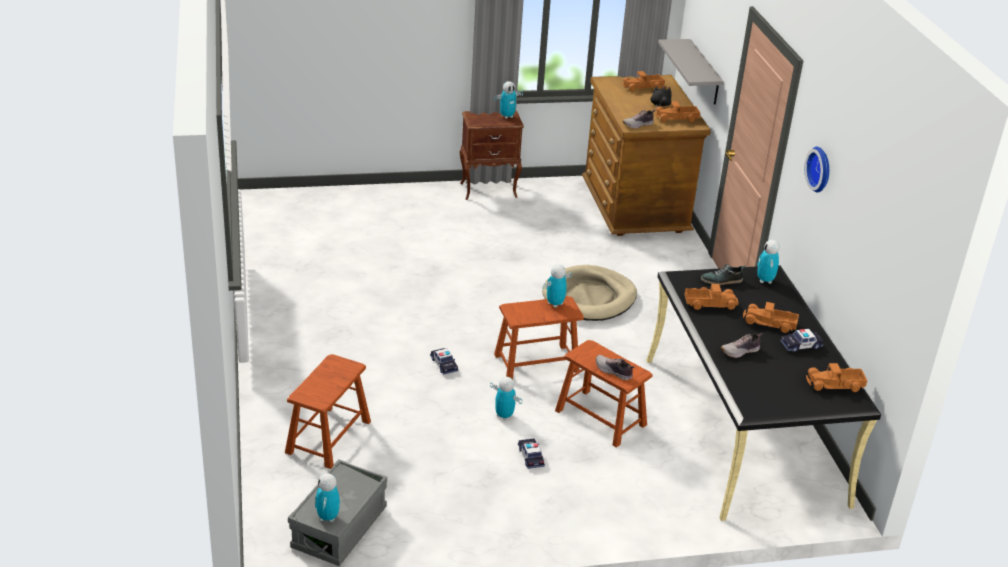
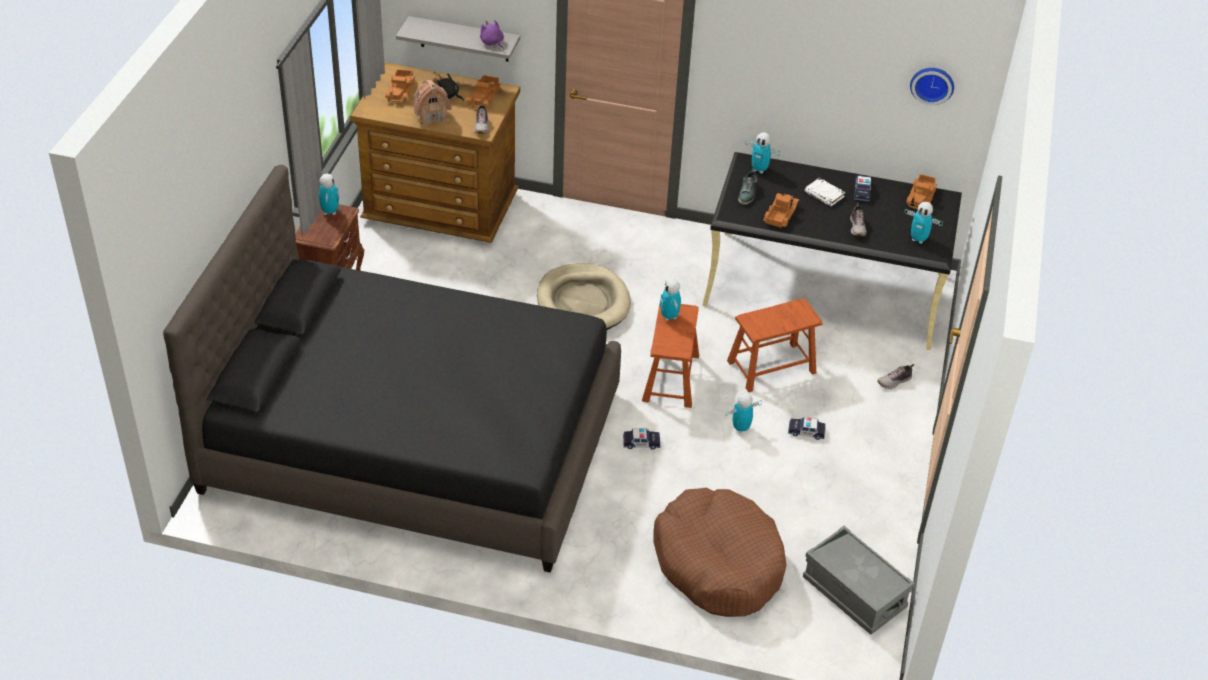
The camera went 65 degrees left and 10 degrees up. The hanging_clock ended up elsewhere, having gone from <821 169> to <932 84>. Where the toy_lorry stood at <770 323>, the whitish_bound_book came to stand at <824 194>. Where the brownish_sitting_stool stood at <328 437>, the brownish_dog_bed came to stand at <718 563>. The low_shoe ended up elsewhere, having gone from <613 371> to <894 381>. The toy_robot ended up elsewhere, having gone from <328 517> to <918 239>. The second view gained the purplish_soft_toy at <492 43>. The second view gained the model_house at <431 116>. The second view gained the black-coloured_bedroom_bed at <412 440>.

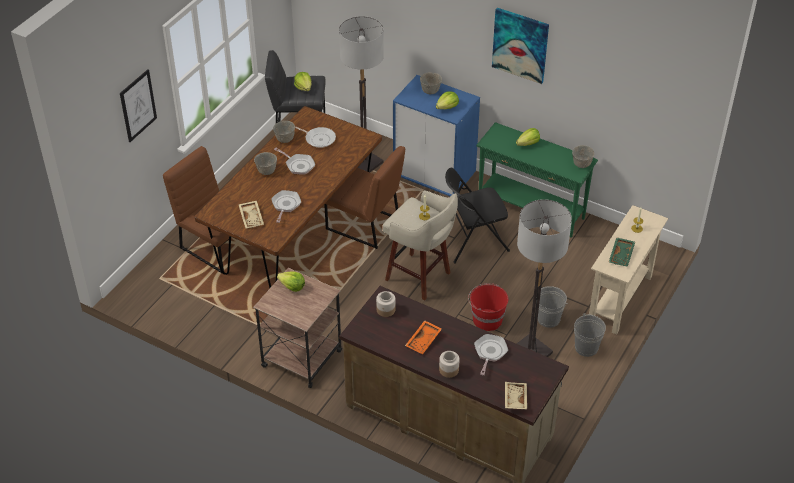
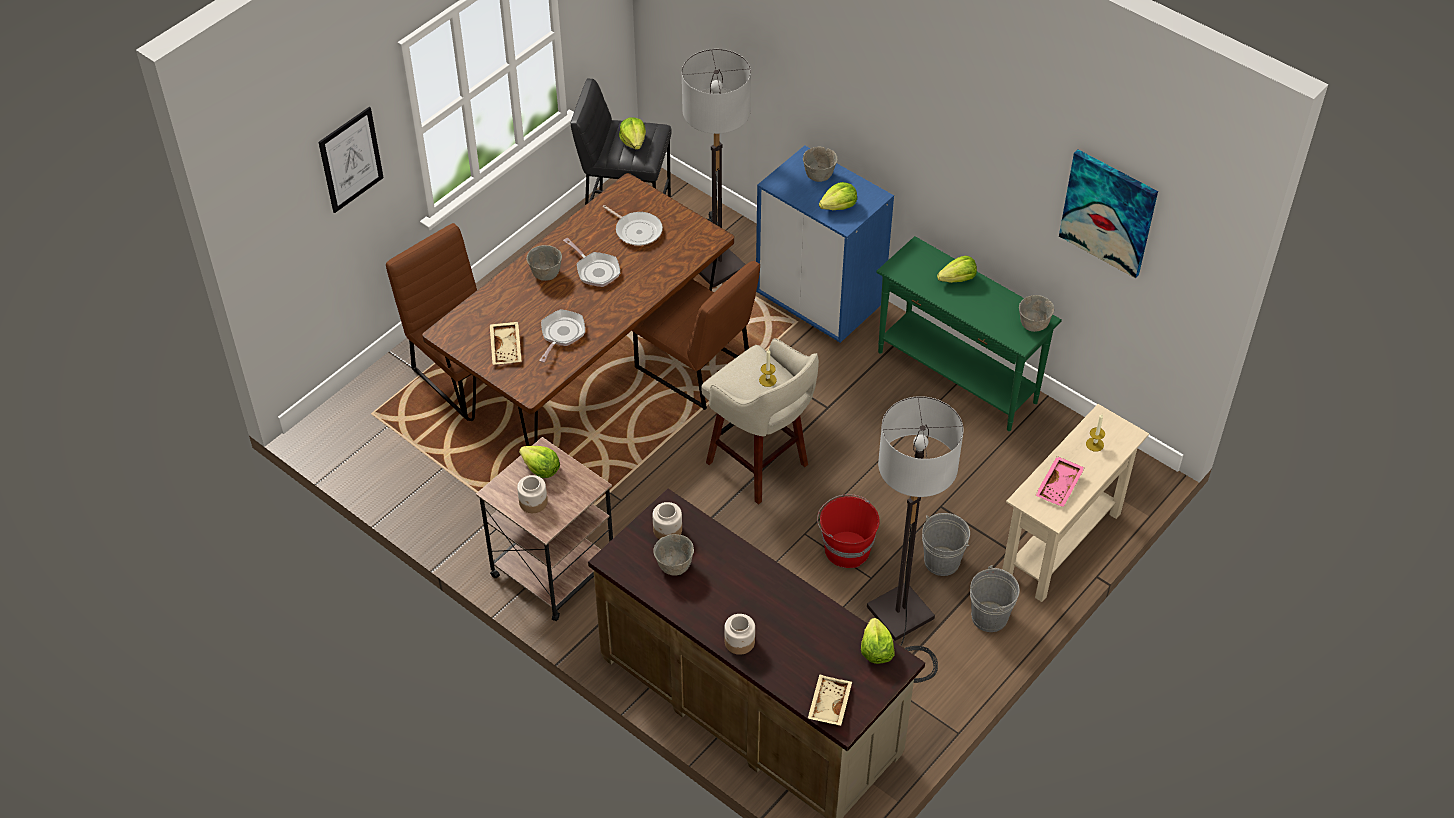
The camera went 10 degrees right and 5 degrees up. The wall_picture ended up elsewhere, having gone from <520 45> to <1108 212>. The grey_deep_dish ended up elsewhere, having gone from <285 139> to <674 567>. The second view lost the black-coloured_plain_chair at <473 240>. What was the greenish_carrying_tray at <622 255> turned into the pinkish_carrying_tray at <1060 486>. The second view lost the orange-coloured_carrying_tray at <424 341>. The second view lost the skillet at <490 352>. The second view gained the jar at <533 502>. The second view gained the head_of_lettuce at <876 650>.

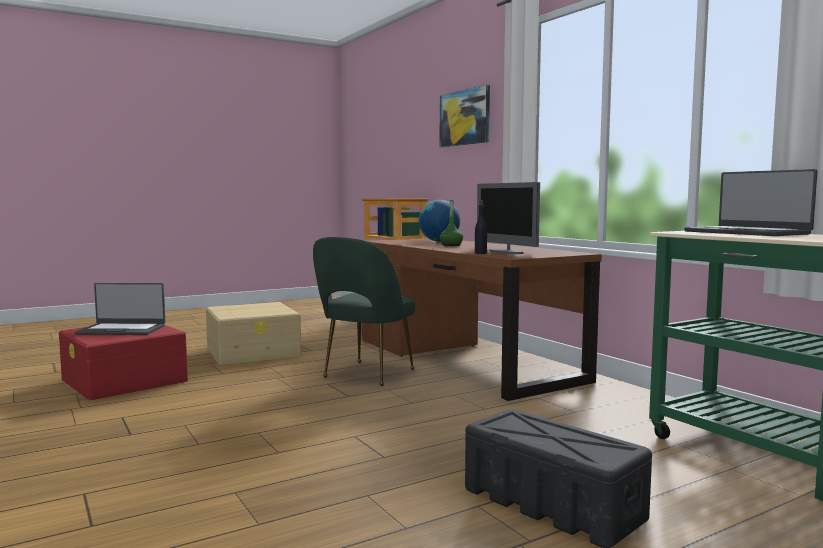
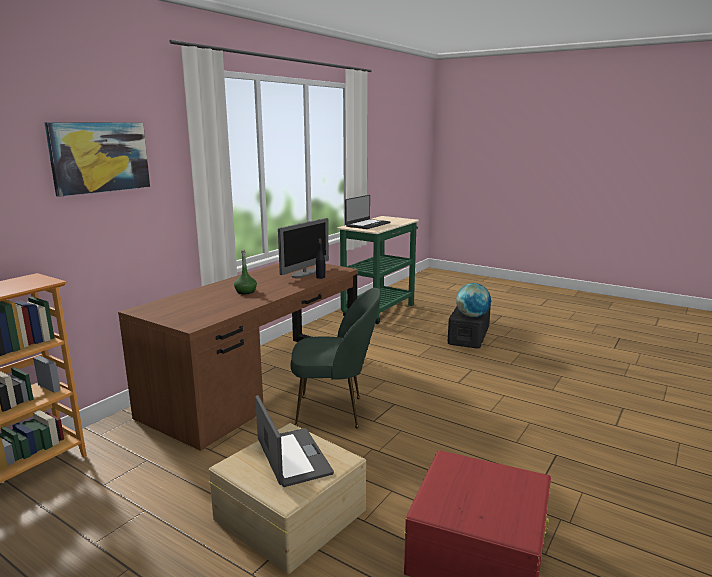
The camera went 115 degrees left and 10 degrees up. The globe ended up elsewhere, having gone from <439 241> to <472 316>. The notebook_computer ended up elsewhere, having gone from <122 330> to <292 457>.

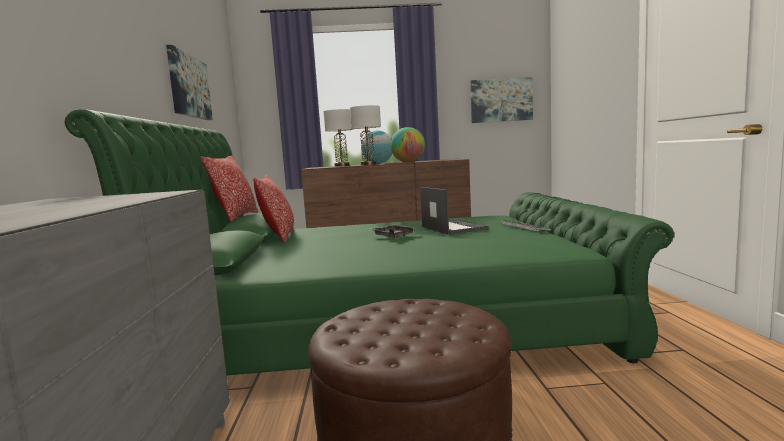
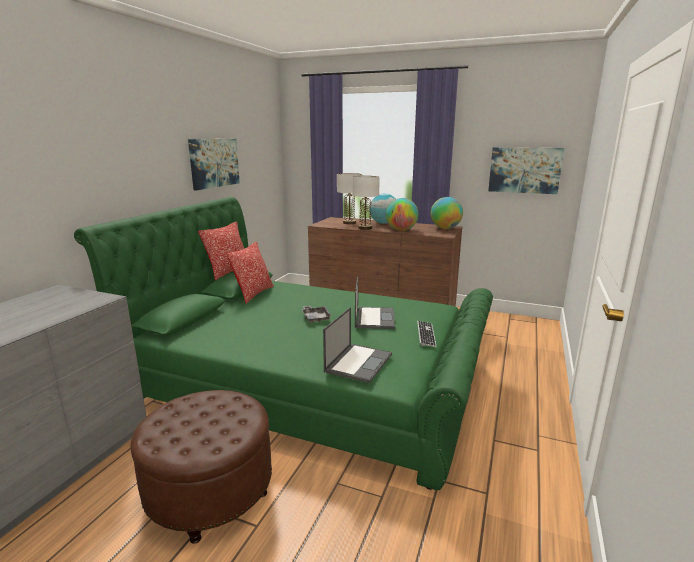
The camera went 25 degrees right and 10 degrees up. The second view gained the globe at <445 228>. The second view gained the notebook_computer at <358 362>.

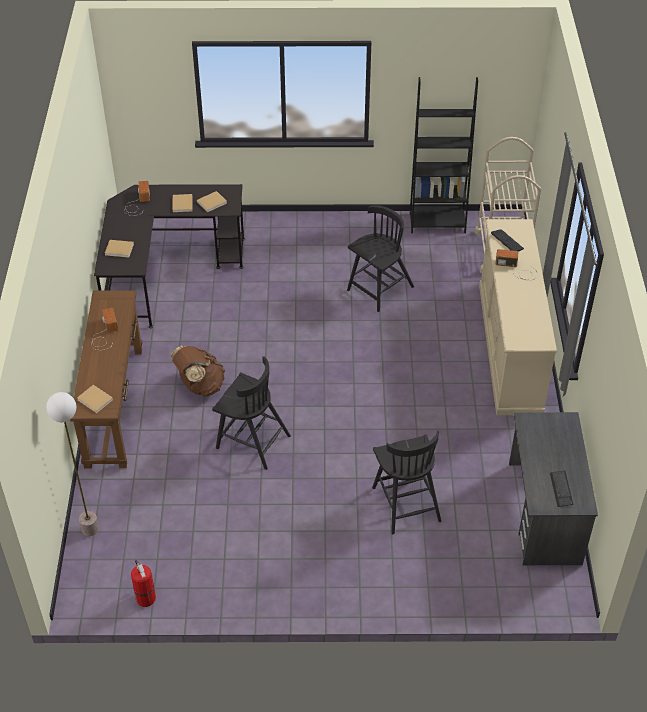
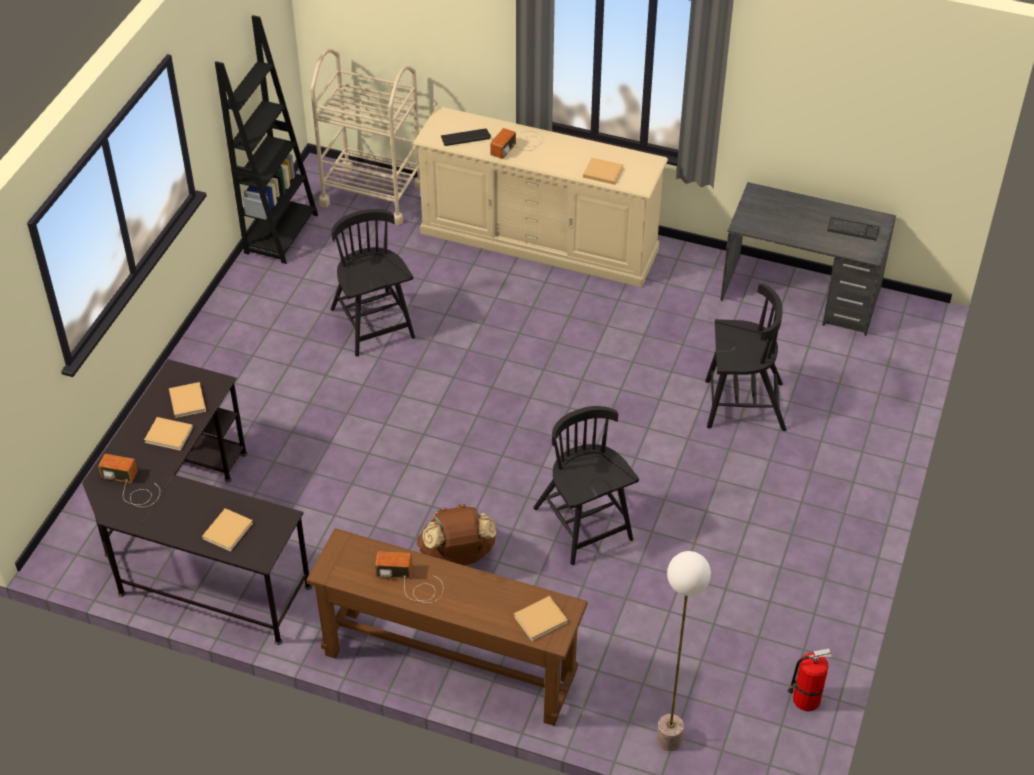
The camera went 70 degrees left and 0 degrees up. The black-coloured_plain_chair at <251 441> ended up facing another way, 75 degrees counterclockwise from before. The second view gained the sand-coloured_bound_book at <602 172>.

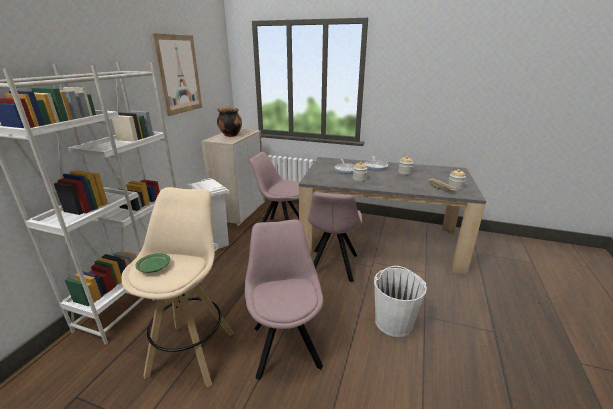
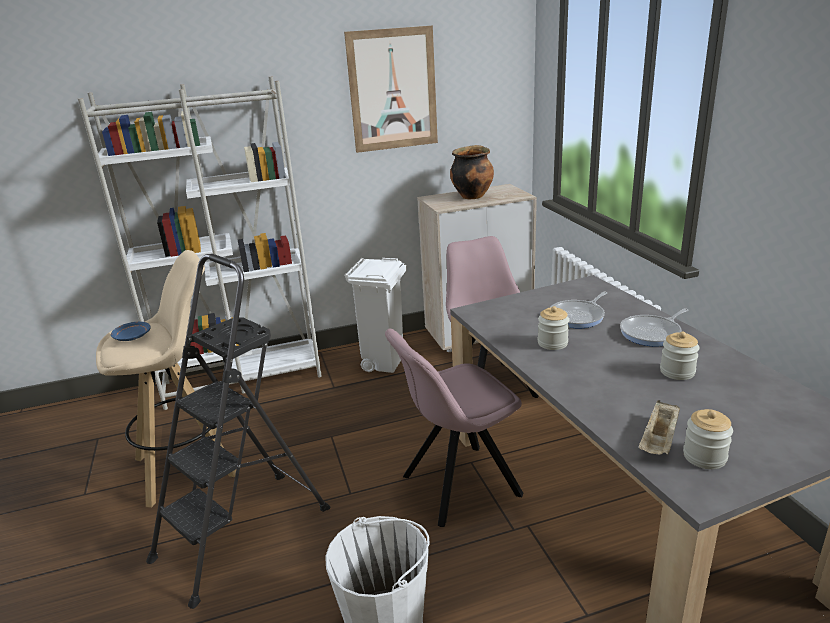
The camera went 55 degrees right and 0 degrees up. Where the pinkish_plain_chair stood at <285 346>, the stepladder came to stand at <244 531>. What was the greenish_dinner_plate at <153 267> turned into the bluish_dinner_plate at <132 337>.

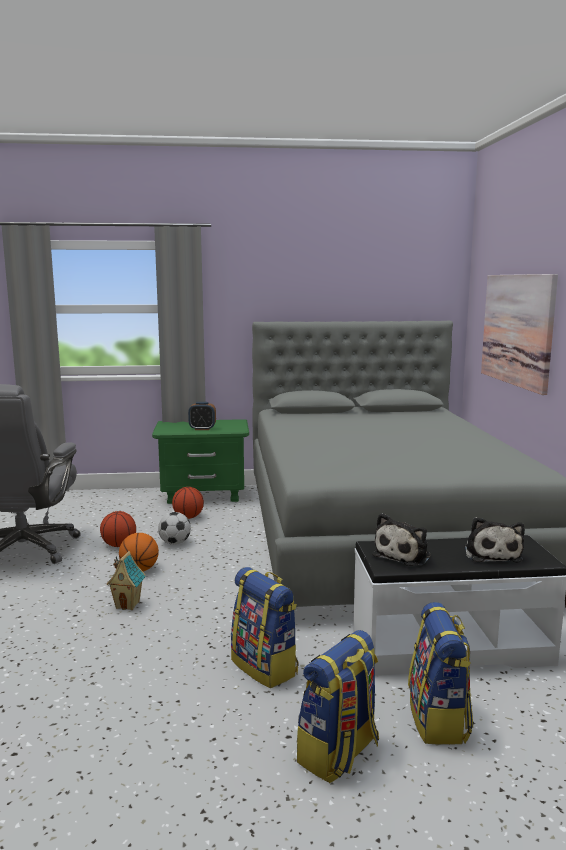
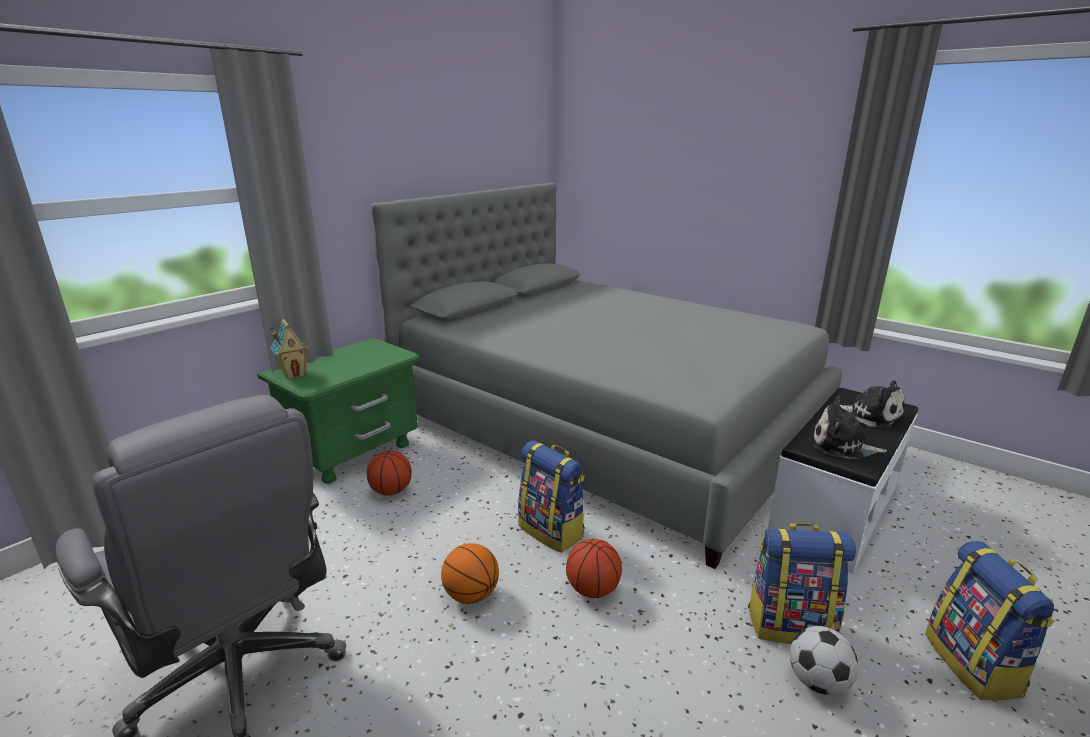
The camera went 45 degrees left and 10 degrees up. The second view lost the wall_picture at <517 329>. The second view lost the table_clock at <202 429>. The basketball_ball ended up elsewhere, having gone from <119 545> to <592 590>. The football ended up elsewhere, having gone from <175 543> to <817 682>. The soft_toy at <404 555> ended up facing another way, 120 degrees clockwise from before. The model_house ended up elsewhere, having gone from <128 605> to <294 374>. The backpack ended up elsewhere, having gone from <439 720> to <552 531>.

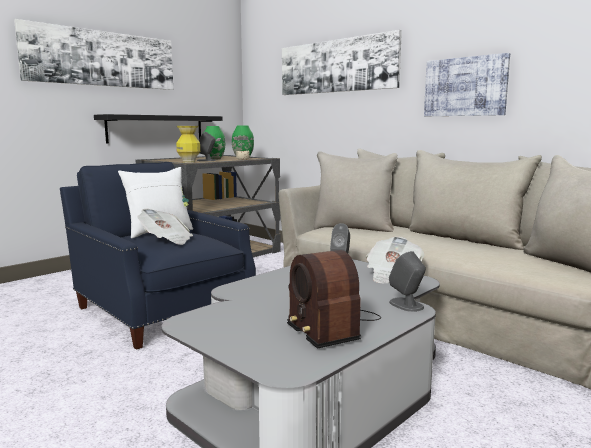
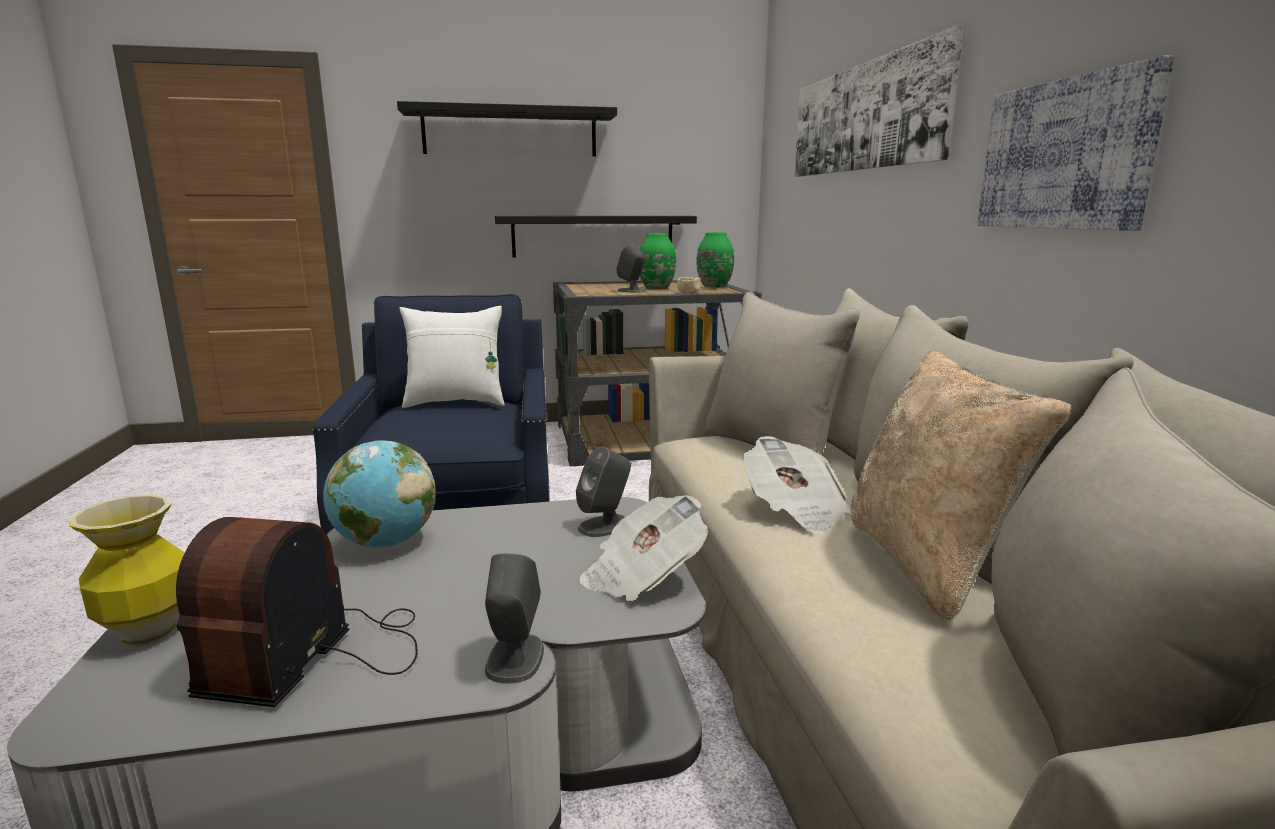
The camera went 35 degrees right and 5 degrees up. Where the wall_picture hung at <102 59>, the black-coloured_wall_shelf came to hang at <510 133>. The vase ended up elsewhere, having gone from <189 162> to <148 633>. The newspaper ended up elsewhere, having gone from <166 240> to <795 510>. The second view gained the sand-coloured_pillow at <923 570>. The second view gained the globe at <385 543>.

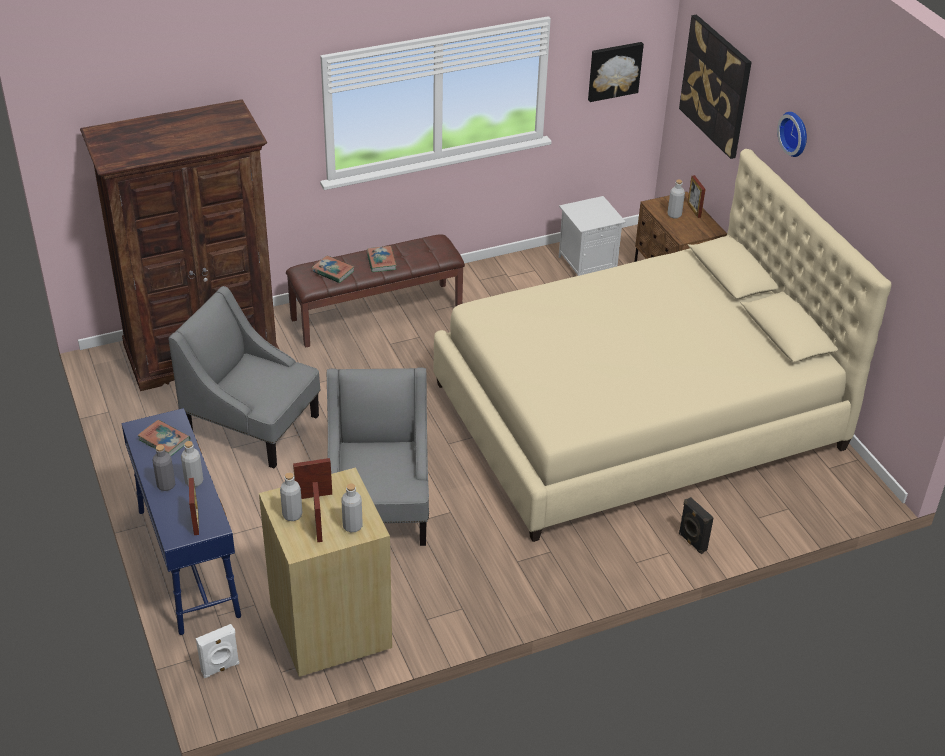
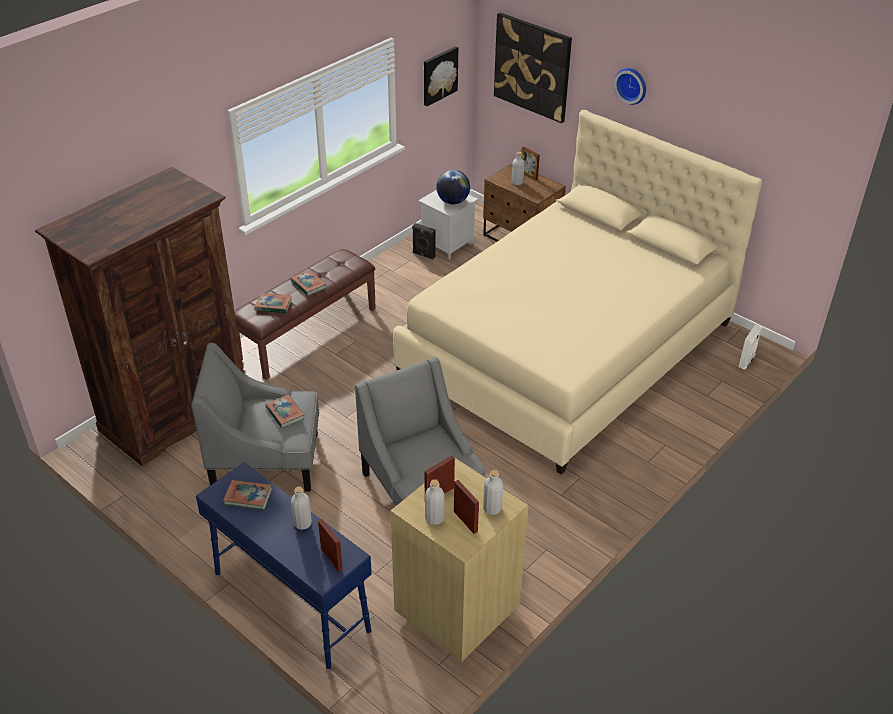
The camera went 25 degrees left and 0 degrees up. The second view lost the grey_bottle at <166 485>. The black-coloured_audio_speaker ended up elsewhere, having gone from <691 542> to <423 255>. The whitish_audio_speaker ended up elsewhere, having gone from <220 668> to <747 361>. The second view gained the globe at <453 201>. The second view gained the bound_book at <285 413>.

